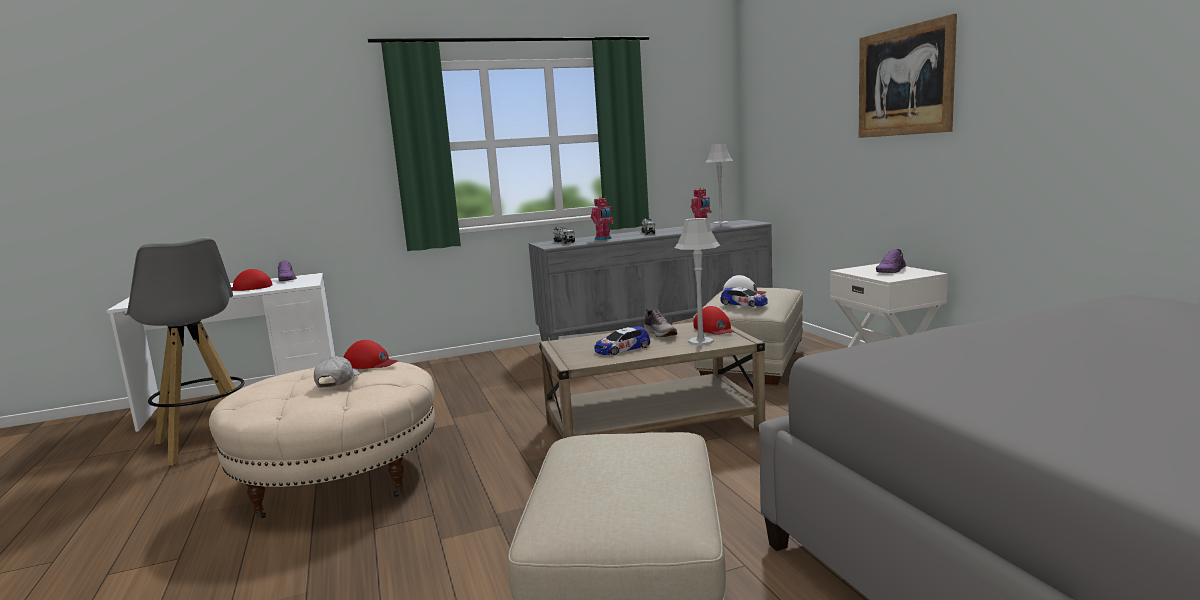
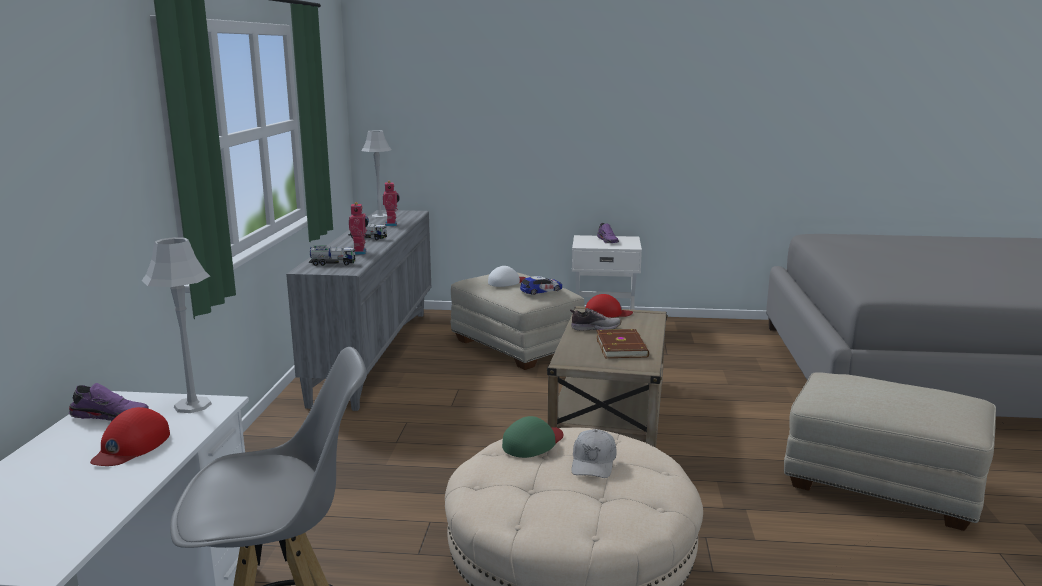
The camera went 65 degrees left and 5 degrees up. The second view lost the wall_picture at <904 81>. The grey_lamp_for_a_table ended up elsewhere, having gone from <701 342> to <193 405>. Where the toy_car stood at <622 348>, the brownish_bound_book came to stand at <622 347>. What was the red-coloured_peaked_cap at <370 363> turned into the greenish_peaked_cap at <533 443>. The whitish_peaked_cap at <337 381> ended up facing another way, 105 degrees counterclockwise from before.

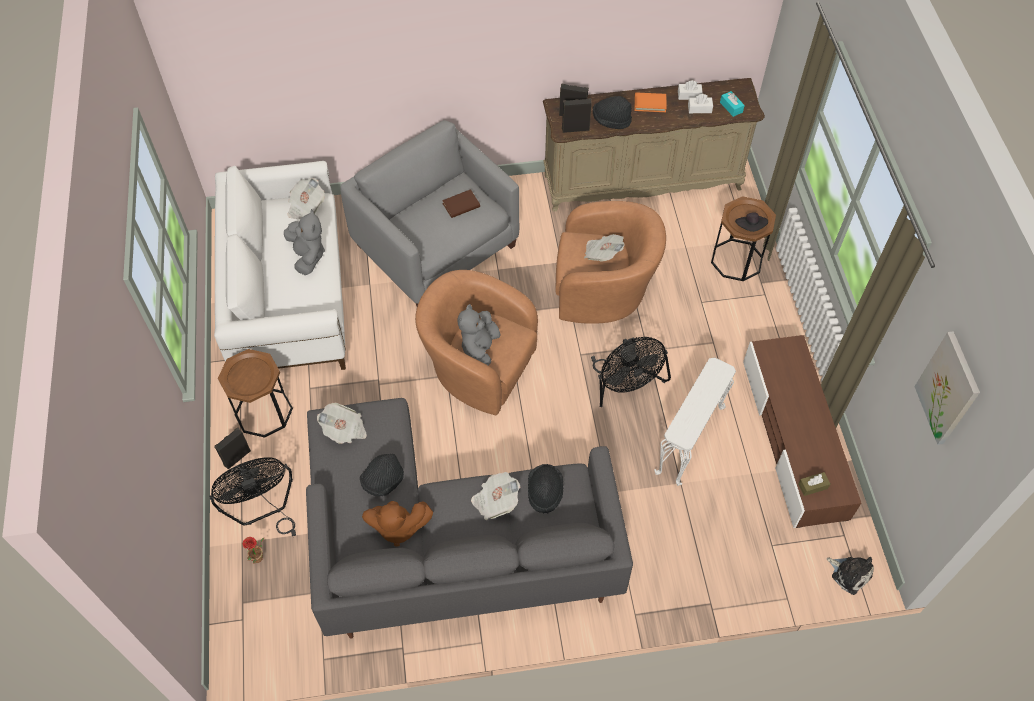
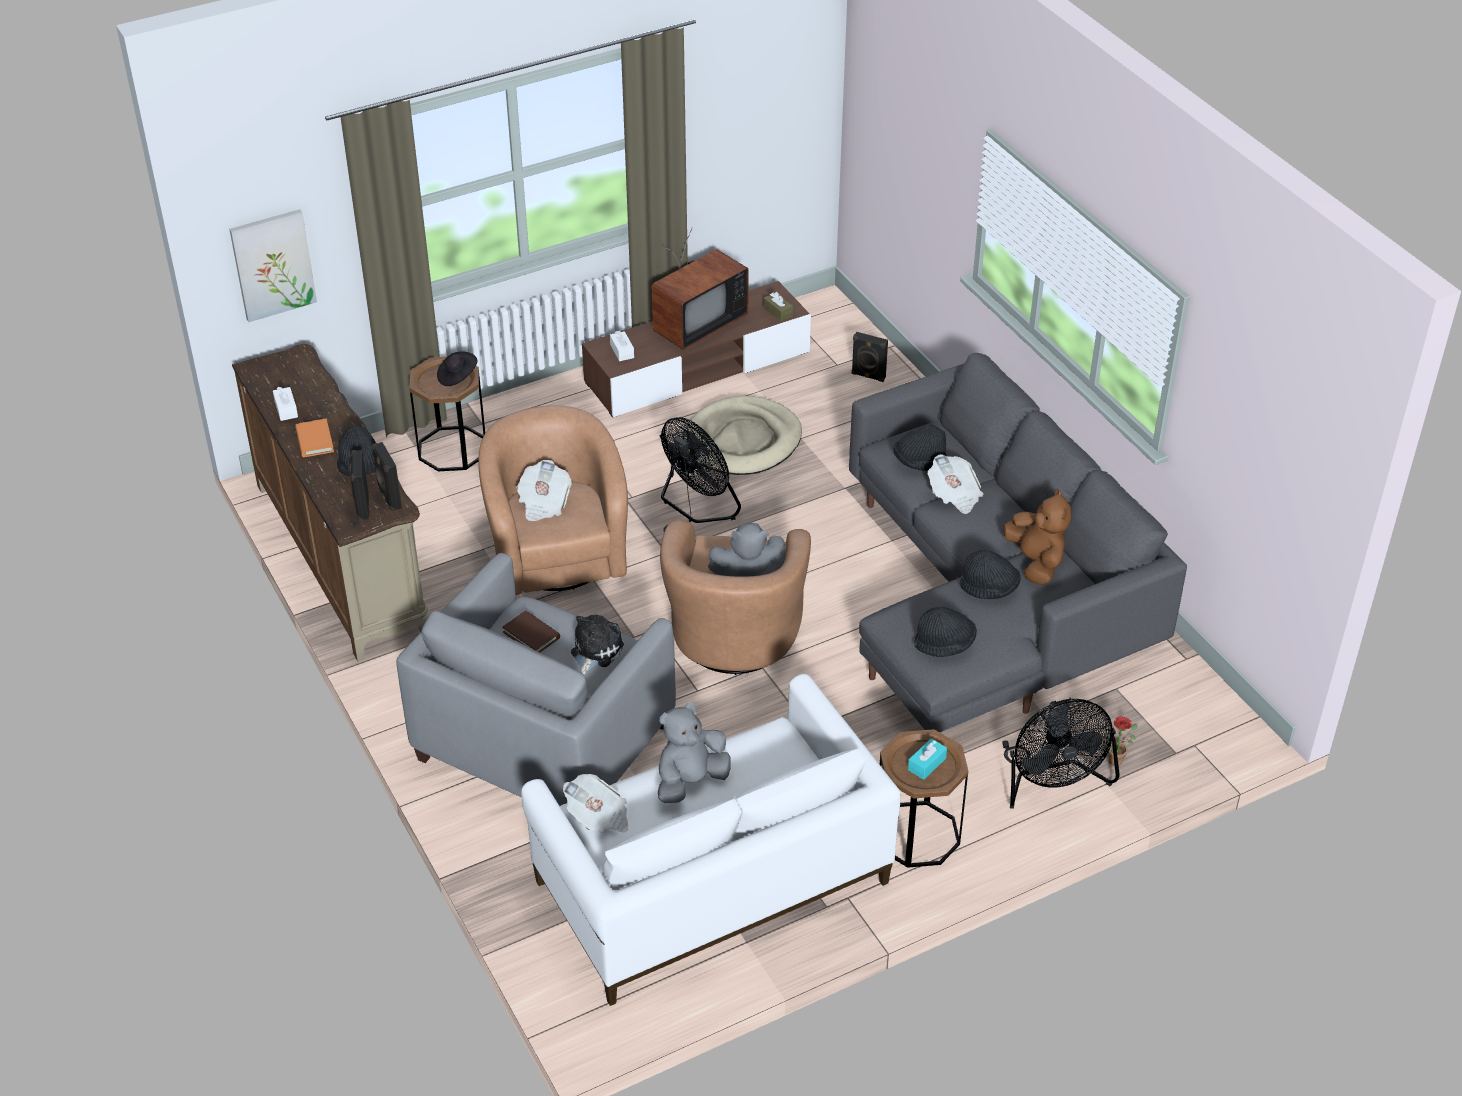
The camera went 110 degrees left and 15 degrees down. The blue-green_box_of_tissues ended up elsewhere, having gone from <731 107> to <927 764>. The whitish_box_of_tissues ended up elsewhere, having gone from <699 109> to <622 351>. The wall_picture ended up elsewhere, having gone from <948 388> to <273 264>. Where the whitish_accent_table stood at <690 440>, the sand-coloured_dog_bed came to stand at <742 441>. Where the newspaper stood at <344 430>, the black-coloured_wearable_hat came to stand at <944 644>. The black-coloured_audio_speaker ended up elsewhere, having gone from <236 457> to <868 376>. The black-coloured_cooling_fan at <263 507> ended up facing another way, 60 degrees counterclockwise from before. The soft_toy ended up elsewhere, having gone from <849 573> to <595 651>. The second view gained the TV_set at <695 325>.

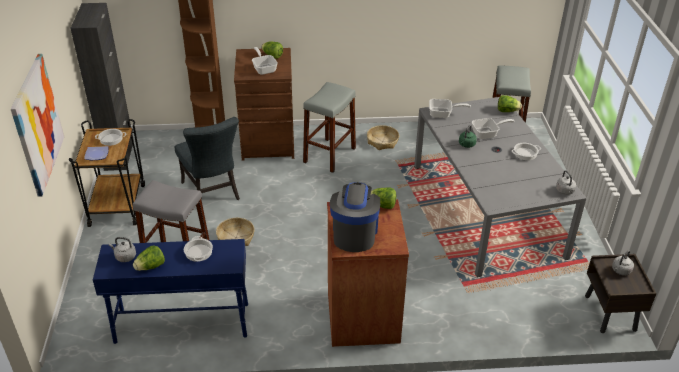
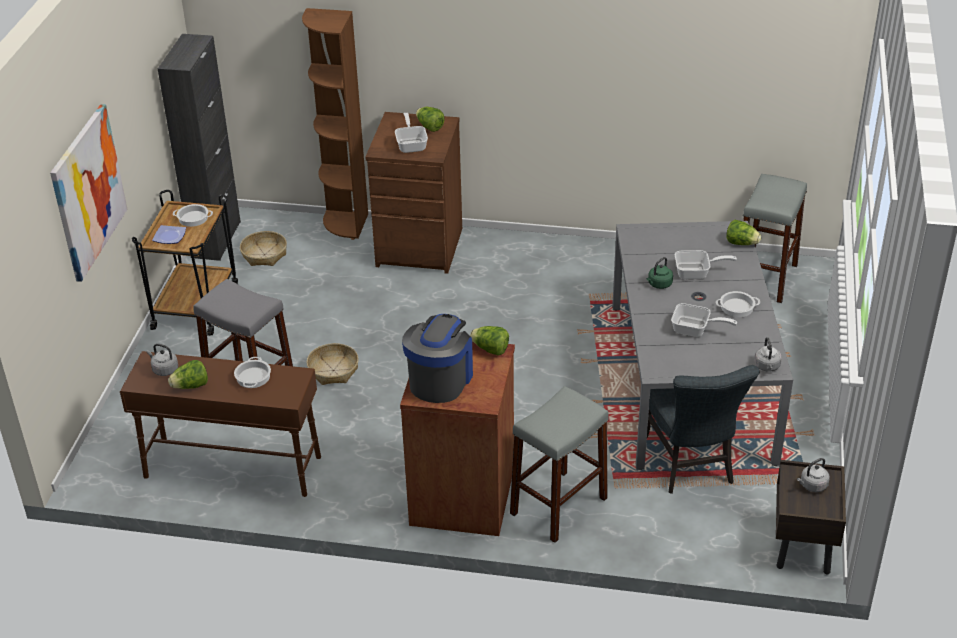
The camera went 15 degrees right and 0 degrees up. The grey_sitting_stool ended up elsewhere, having gone from <329 155> to <558 506>. The skillet ended up elsewhere, having gone from <443 114> to <695 330>. The grey_plain_chair ended up elsewhere, having gone from <213 192> to <691 465>. The storage_basket ended up elsewhere, having gone from <382 141> to <264 254>. What was the bluish_console_table at <182 322> turned into the brownish_console_table at <233 466>.

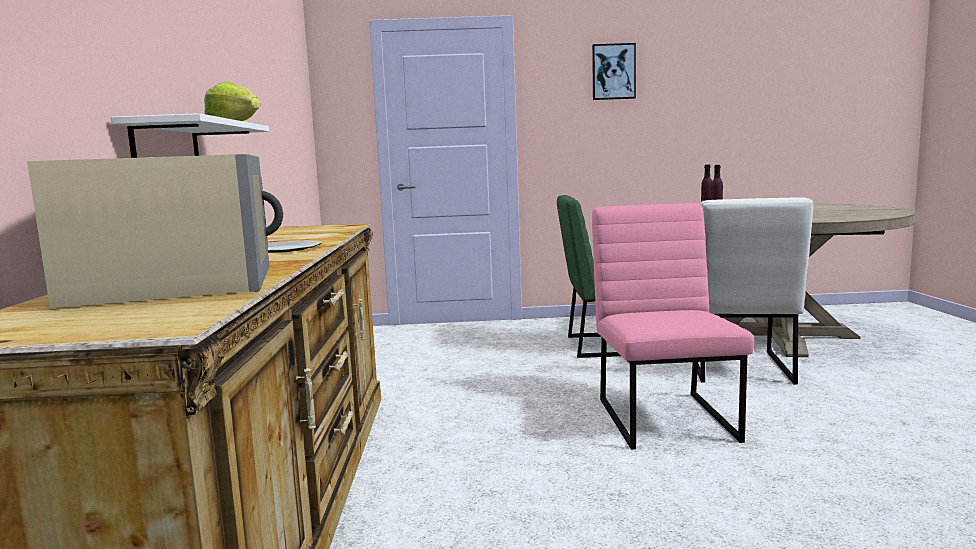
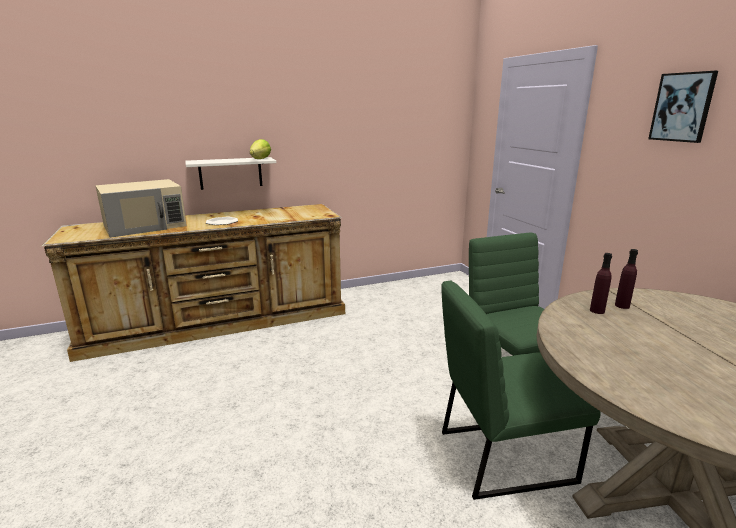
The camera went 70 degrees right and 10 degrees up. What was the whitish_plain_chair at <737 367> turned into the greenish_plain_chair at <501 456>. The second view lost the pinkish_plain_chair at <665 417>.

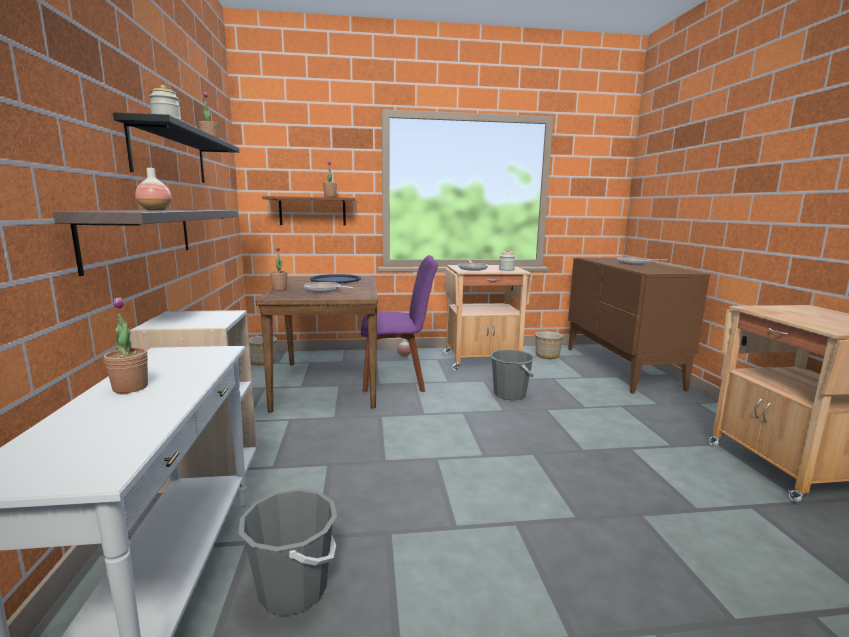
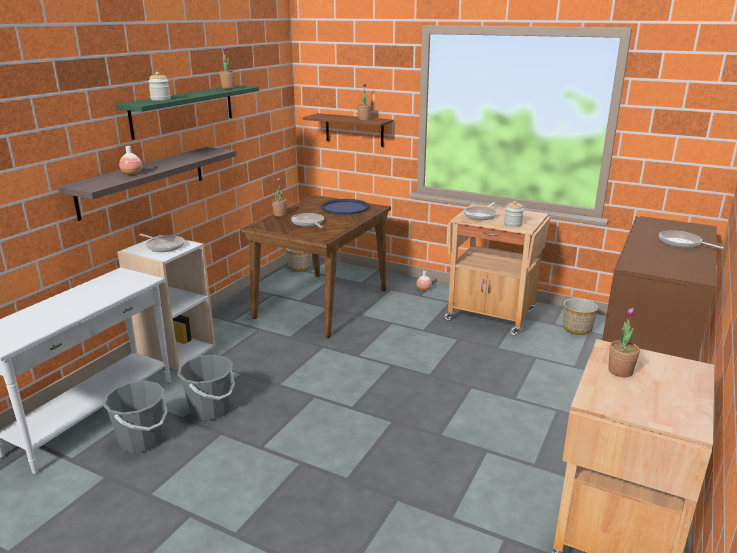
The camera went 35 degrees right and 10 degrees up. What was the black-coloured_wall_shelf at <171 156> turned into the greenish_wall_shelf at <184 110>. The second view lost the purplish_plain_chair at <397 380>. The houseplant ended up elsewhere, having gone from <130 388> to <620 371>. The grey_water_bucket ended up elsewhere, having gone from <510 394> to <210 410>. The second view gained the skillet at <164 246>.

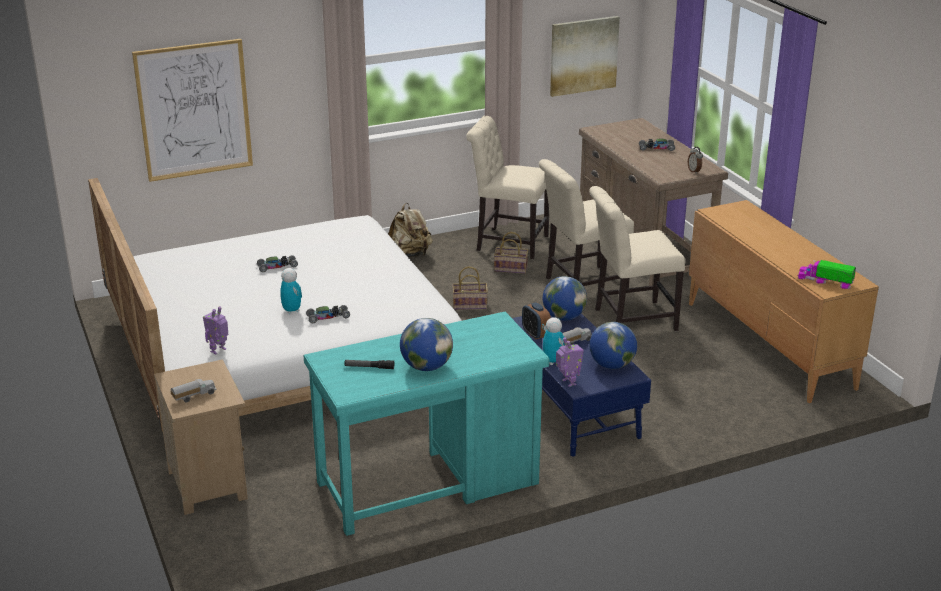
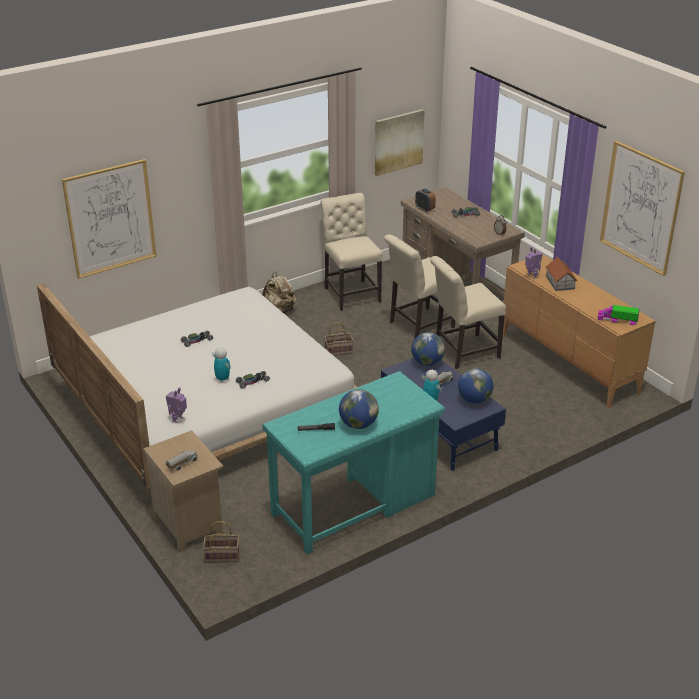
The camera went 10 degrees left and 5 degrees up. The sand-coloured_plain_chair at <507 242> ended up facing another way, 60 degrees clockwise from before. The storage_basket ended up elsewhere, having gone from <511 268> to <223 555>. The table_clock ended up elsewhere, having gone from <535 334> to <424 209>. The toy_robot ended up elsewhere, having gone from <568 382> to <531 276>. The second view gained the wall_picture at <641 207>. The second view gained the model_house at <560 282>.

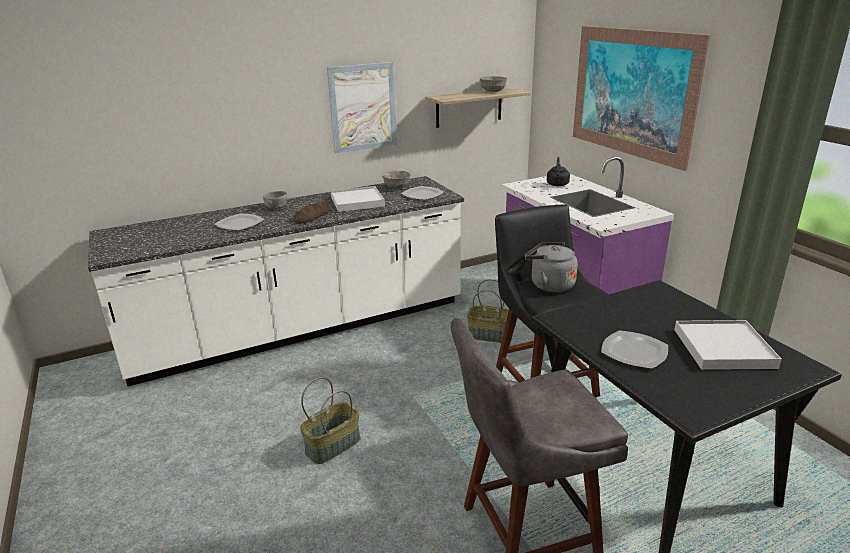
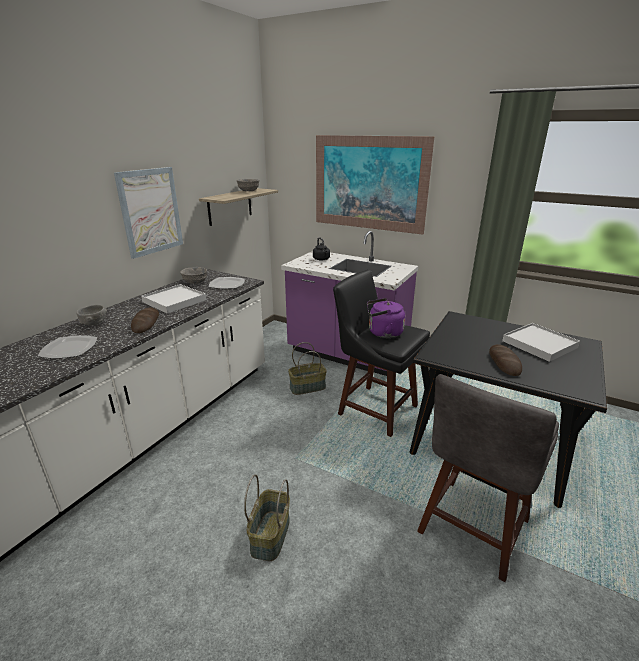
The camera went 35 degrees left and 0 degrees up. What was the grey_water_kettle at <549 285> turned into the purplish_water_kettle at <383 333>. Where the dinner_plate stood at <635 351>, the bread came to stand at <504 362>.

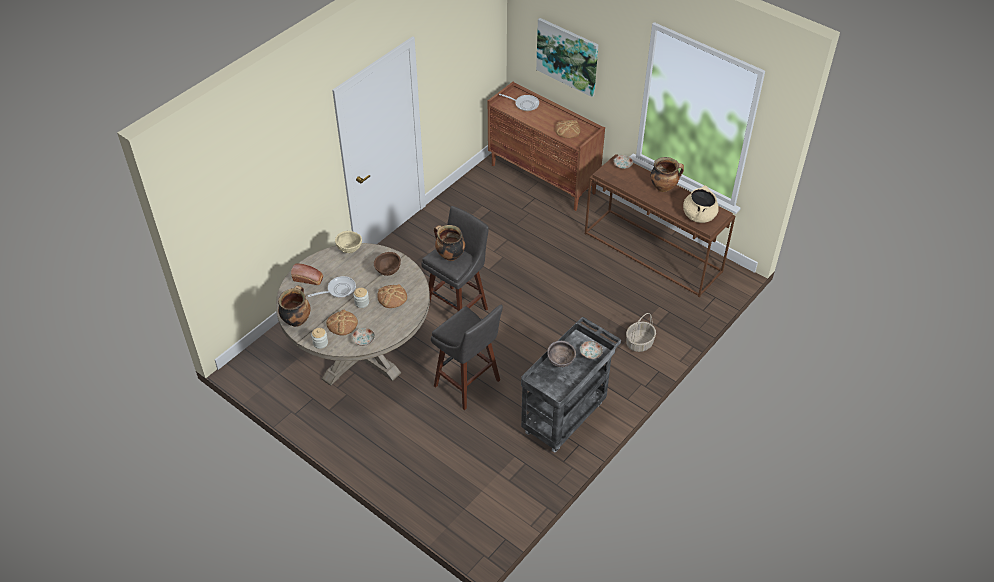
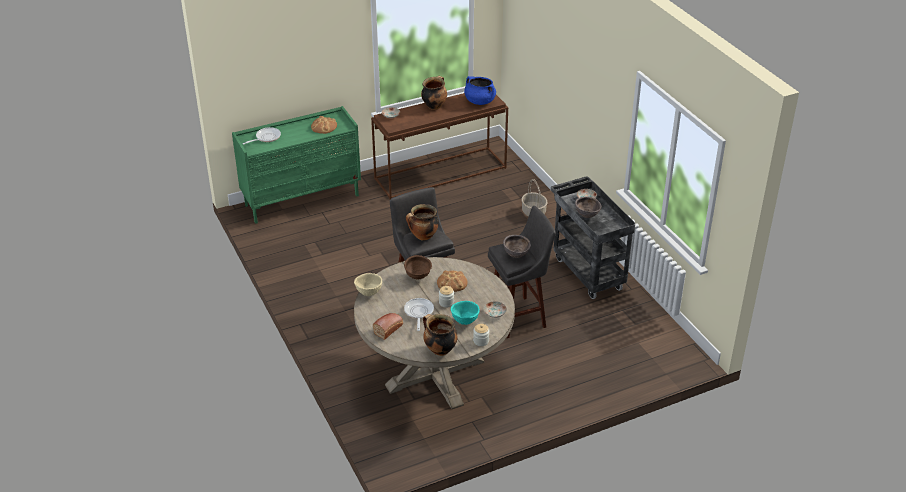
The camera went 65 degrees left and 10 degrees down. The second view lost the wall_picture at <567 56>. What was the brownish_cabinet at <543 179> turned into the greenish_cabinet at <302 200>. What was the sand-coloured_stockpot at <699 215> turned into the bluish_stockpot at <479 101>. Where the bread stood at <342 324>, the blue-green_deep_dish came to stand at <465 321>. The second view gained the brownish_deep_dish at <516 255>.

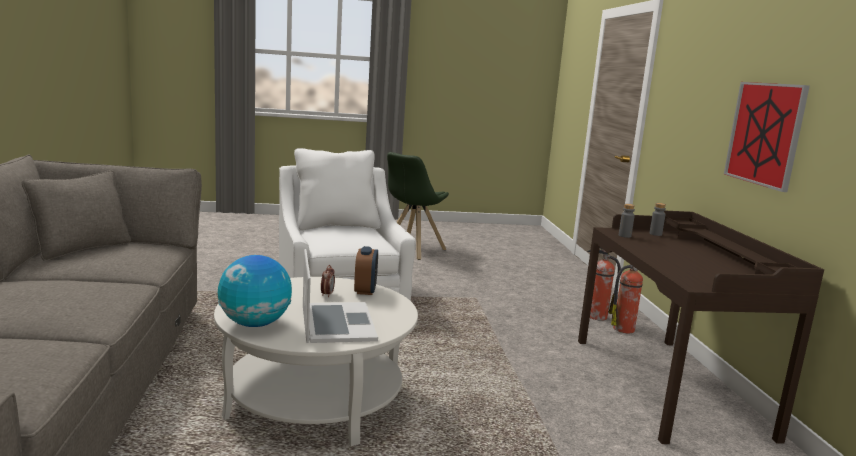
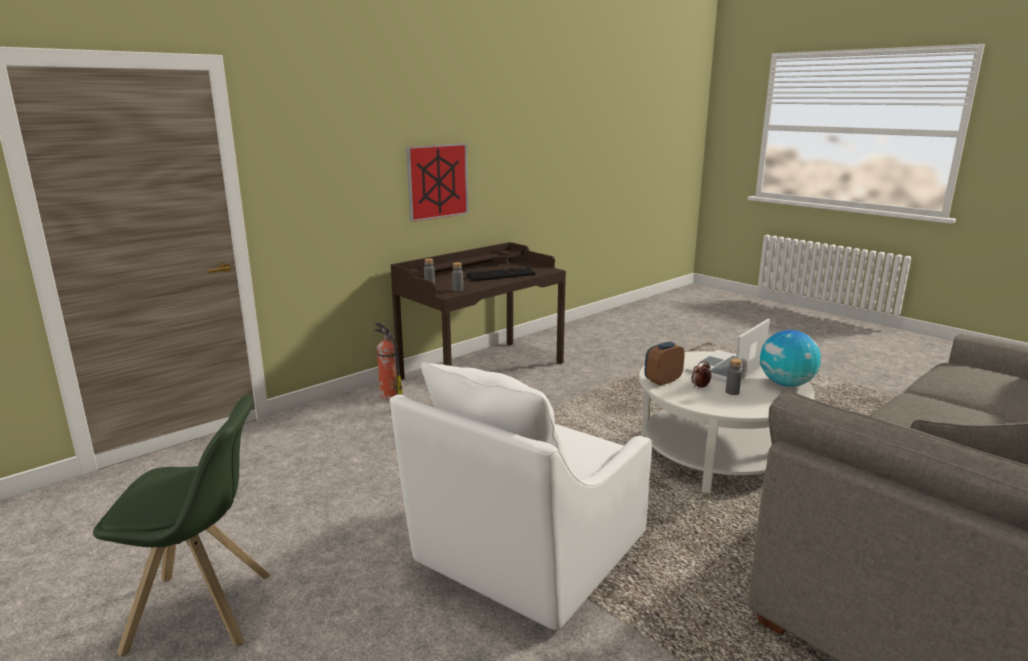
The camera went 125 degrees left and 5 degrees up. The second view lost the fire_extinguisher at <595 316>. The second view gained the computer_keyboard at <501 275>. The second view gained the grey_bottle at <732 392>.

